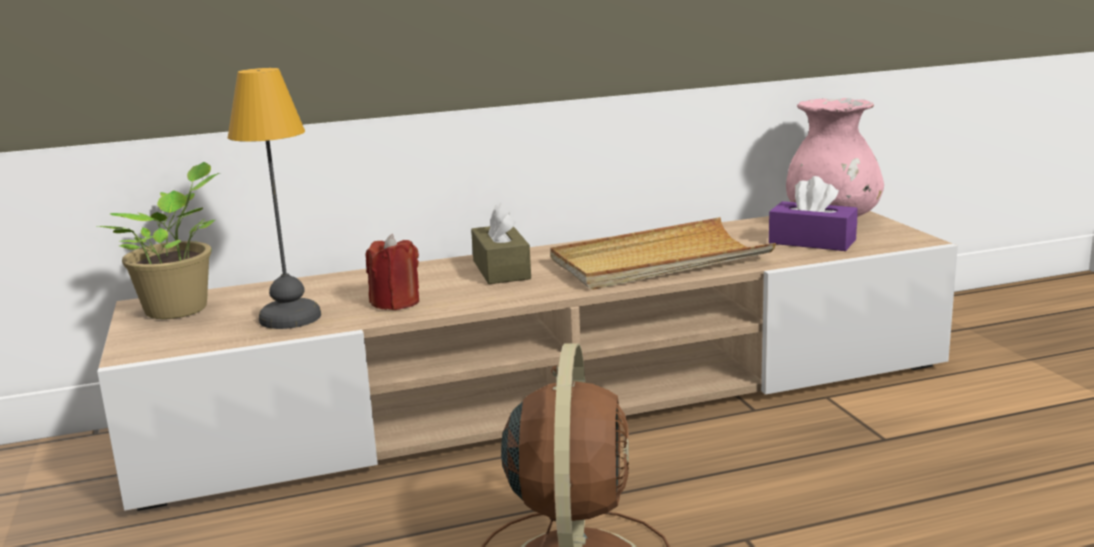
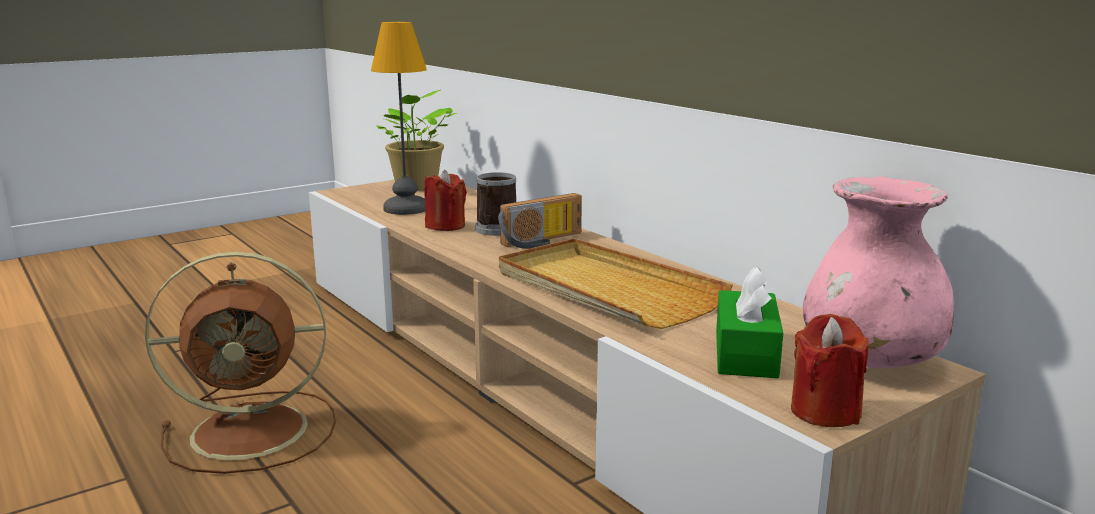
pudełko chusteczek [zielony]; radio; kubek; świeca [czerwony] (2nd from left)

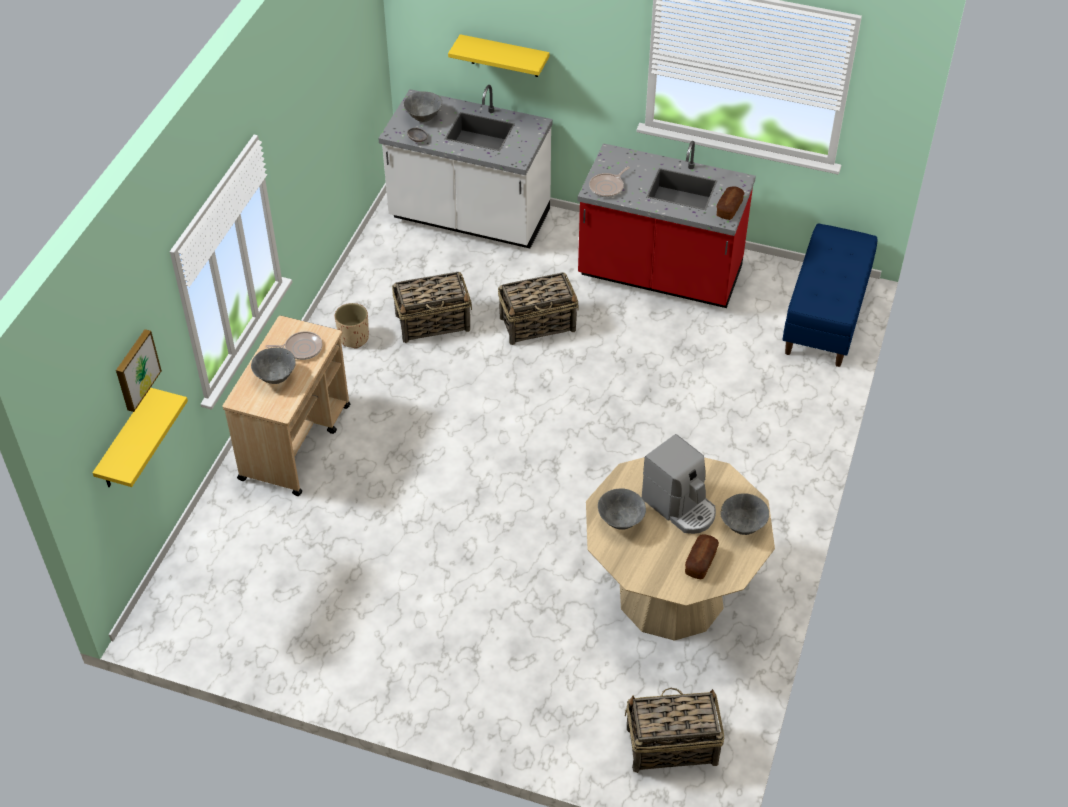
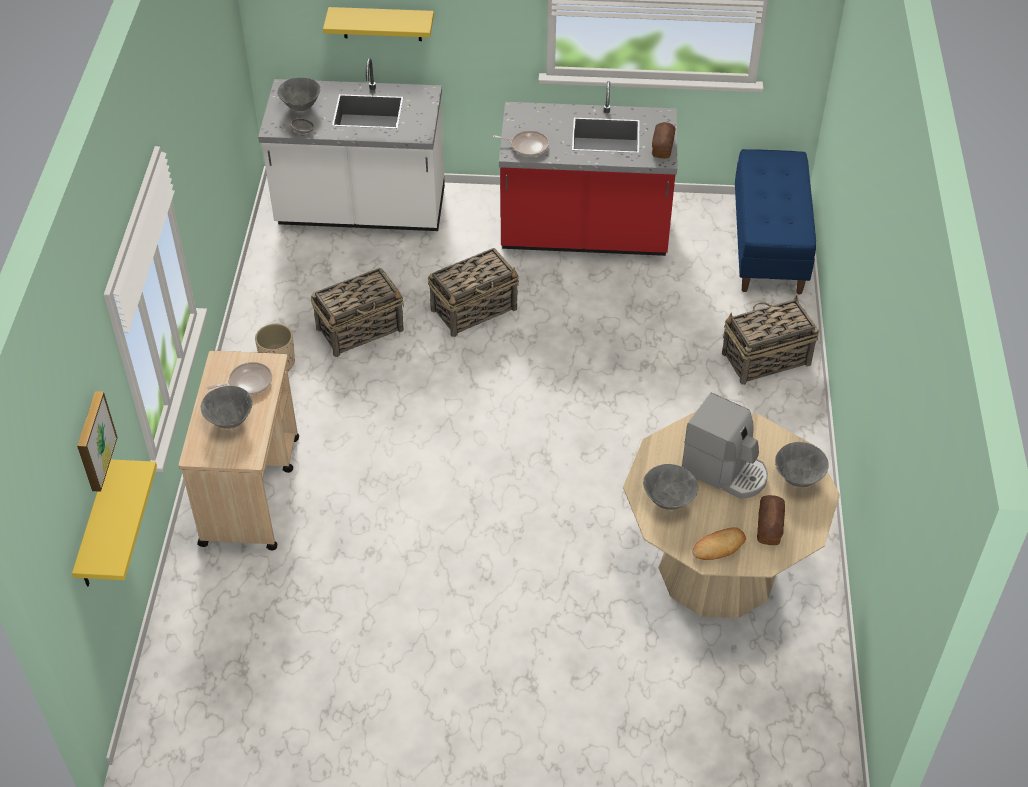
patelnia (2nd from left); koszyk (3rd from left); chleb (2nd from left)

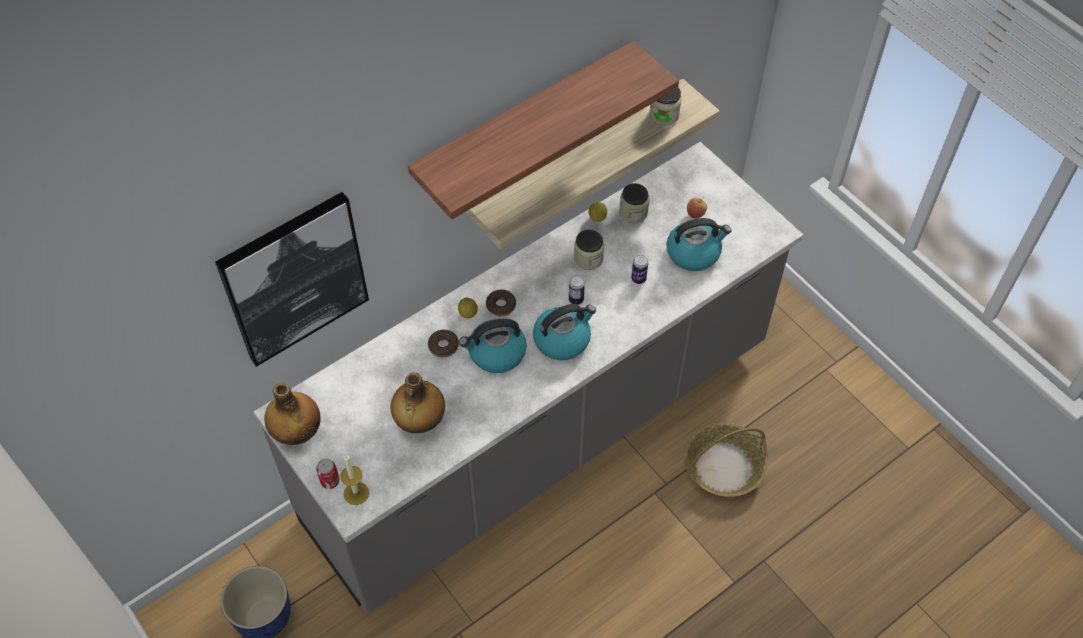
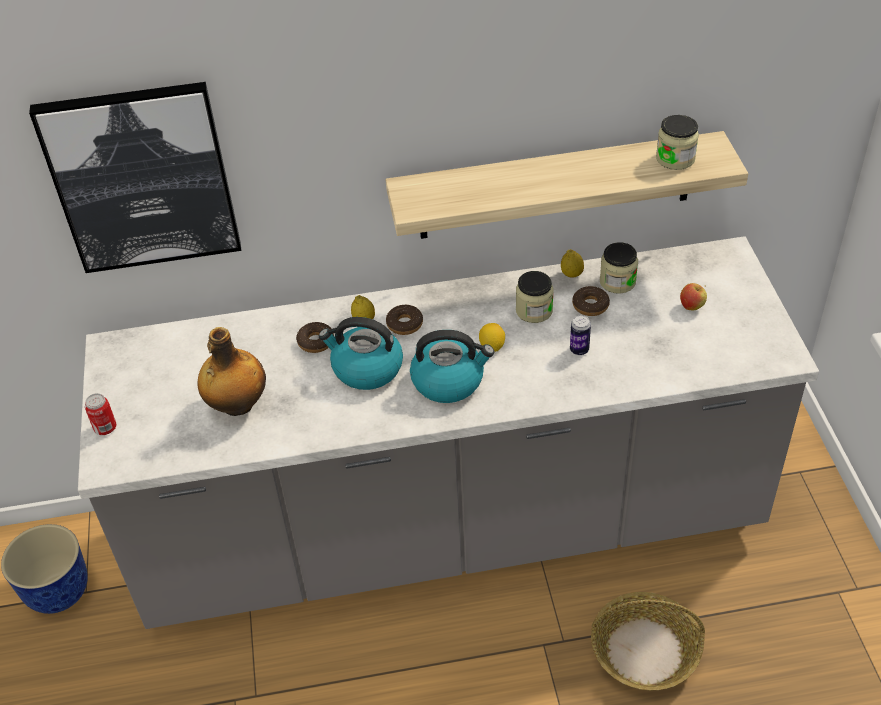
półka (1st from left in the first image); czajnik (3rd from left in the first image); cytryna (2nd from left); butelka (1st from left in the first image); świeca; donut (3rd from left)

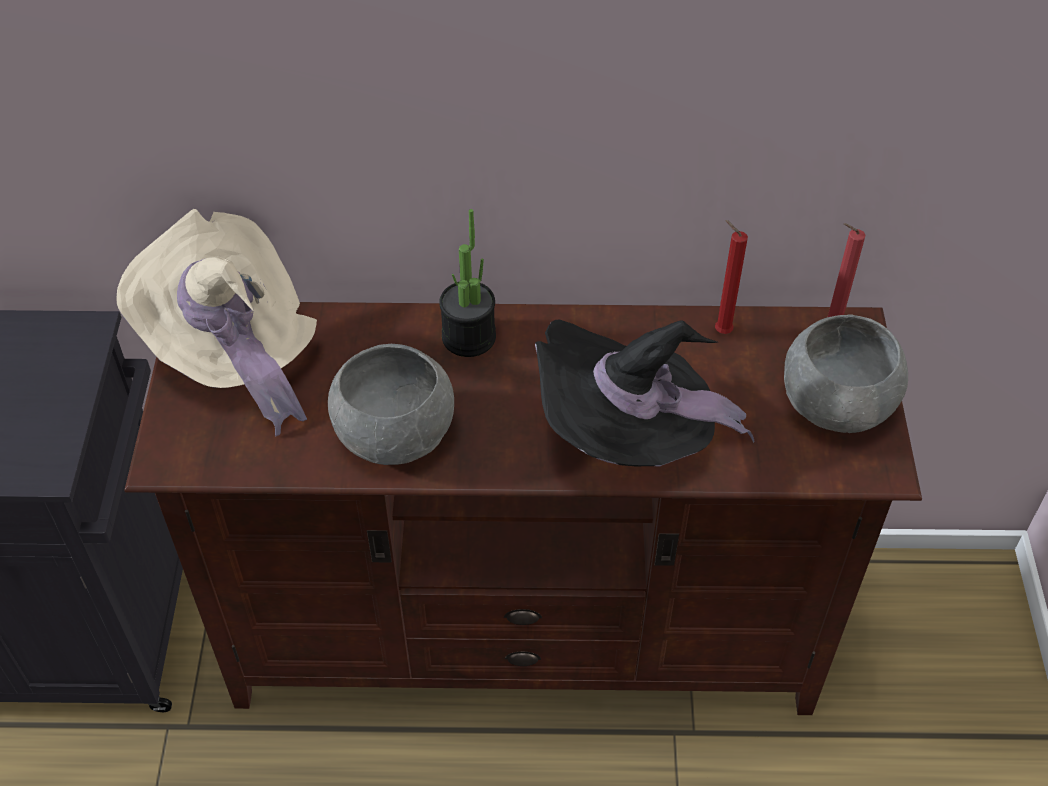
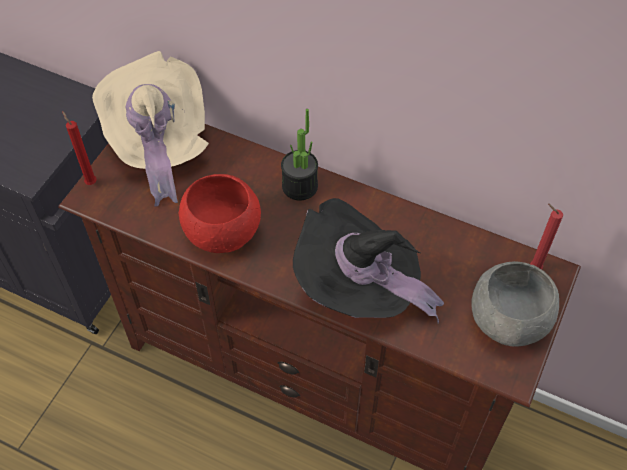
świeca [czerwony] (1st from left); miska [czerwony]

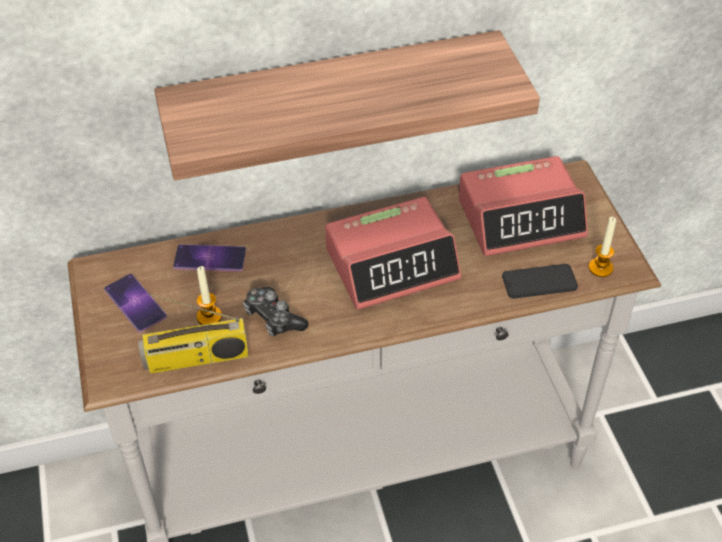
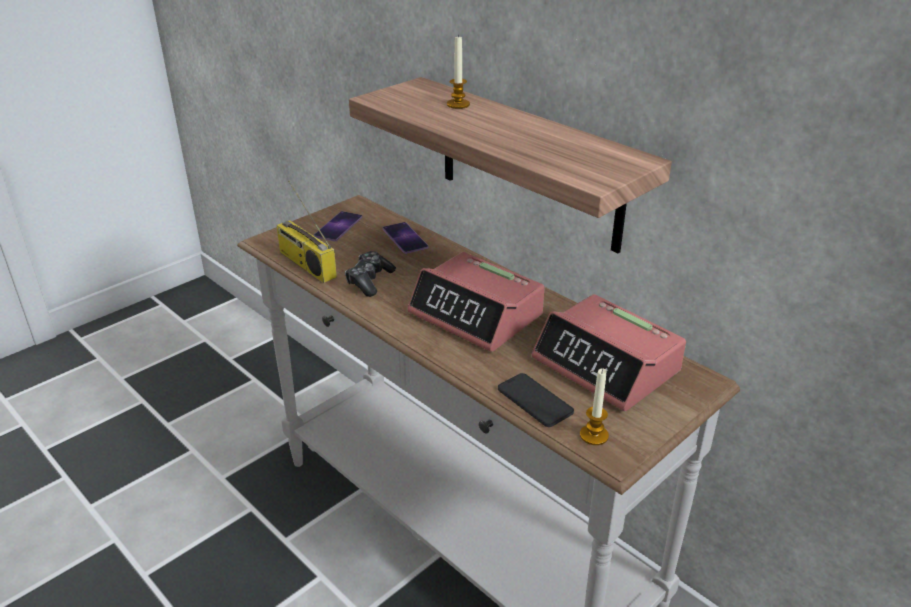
świeca (1st from left)

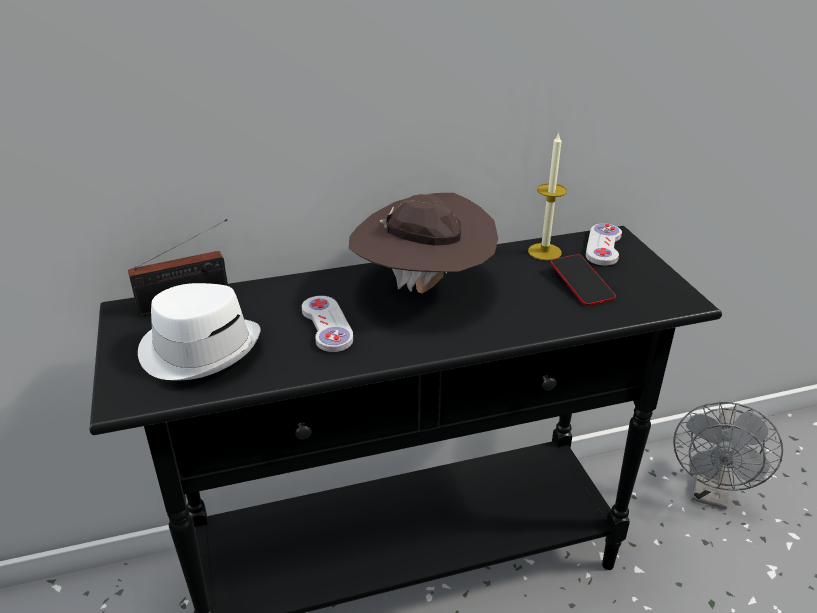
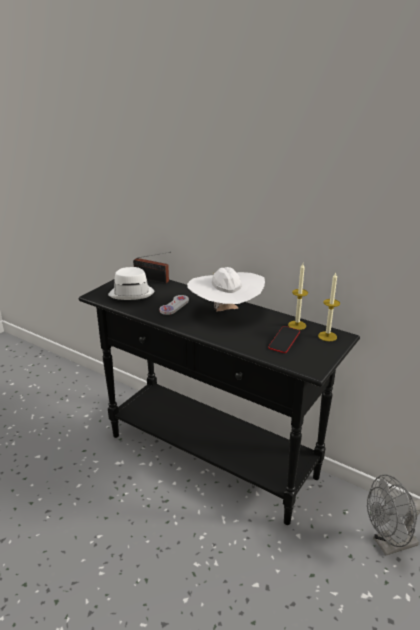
kapelusz [biały] (2nd from left); świeca (2nd from left)

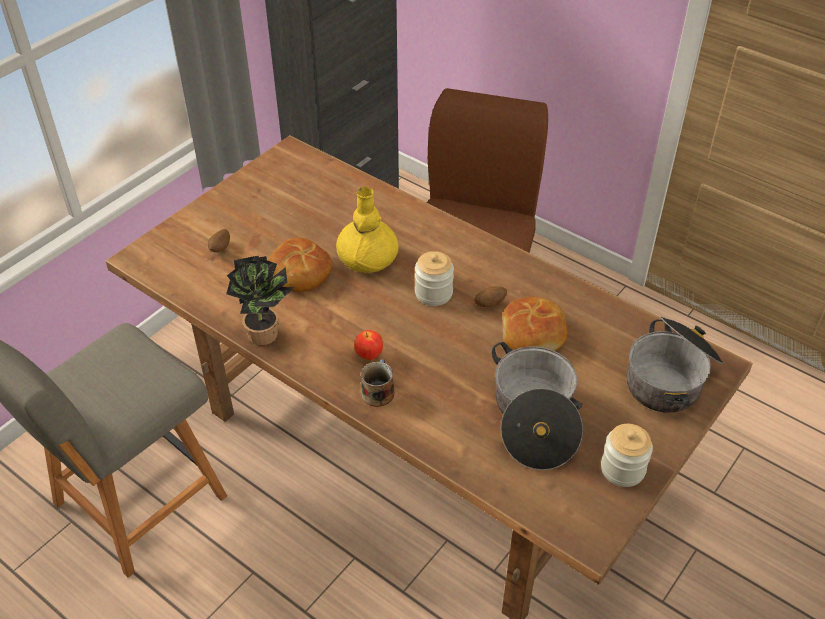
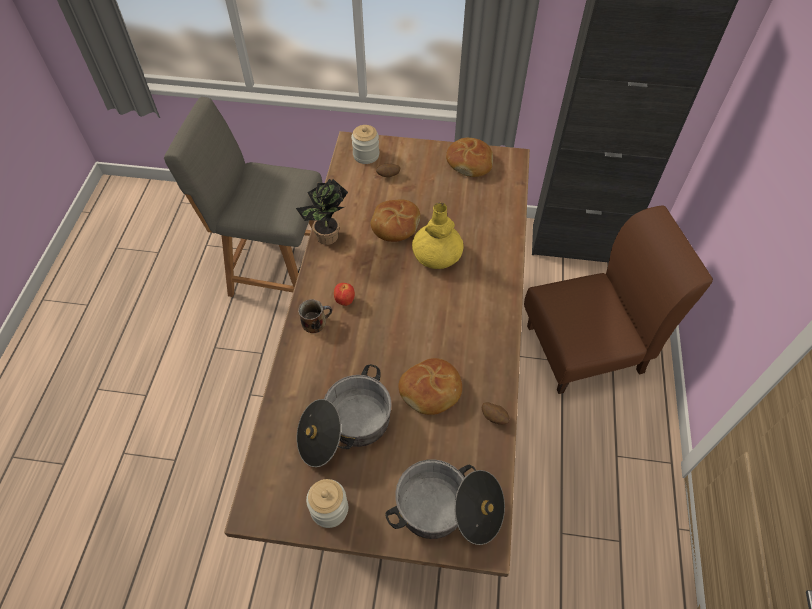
słoik (2nd from left); ziemniak (2nd from left); chleb (3rd from left)

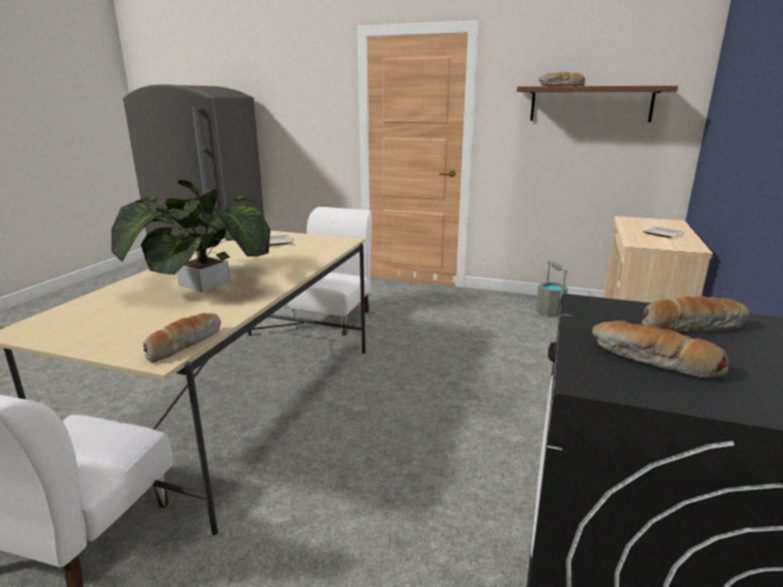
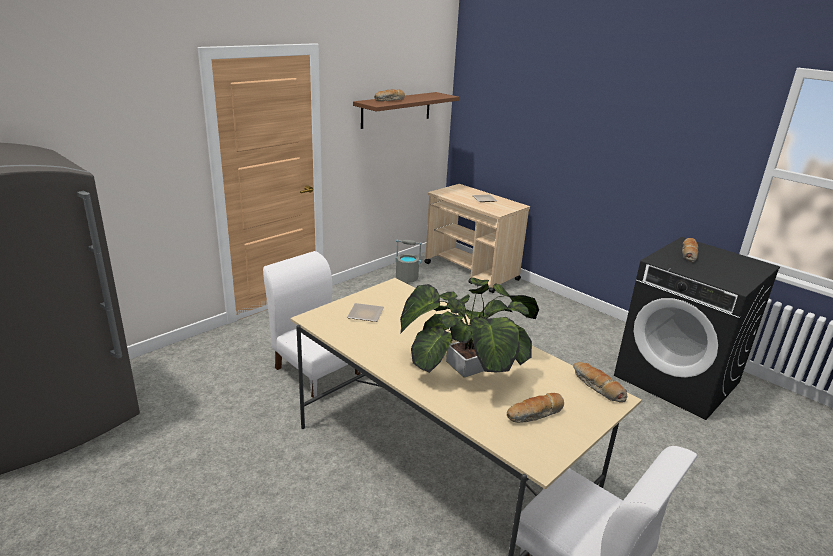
chleb (2nd from left)

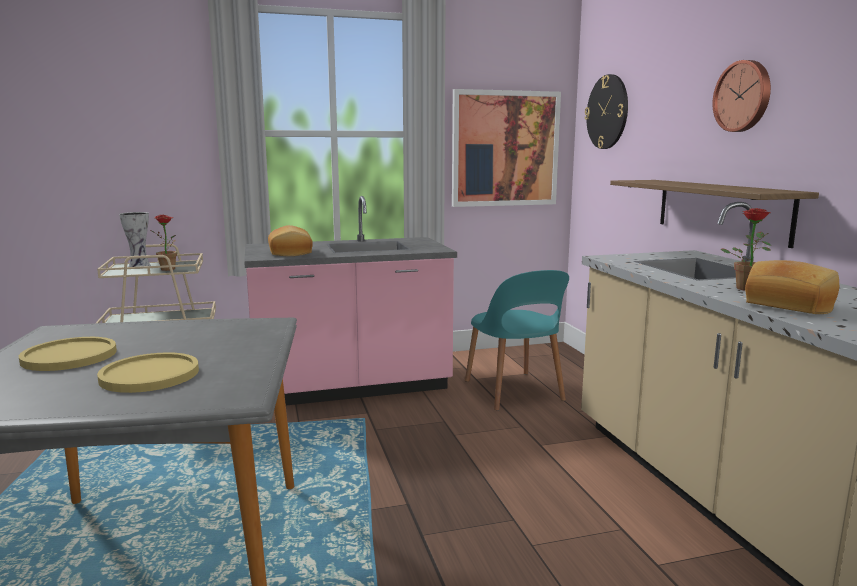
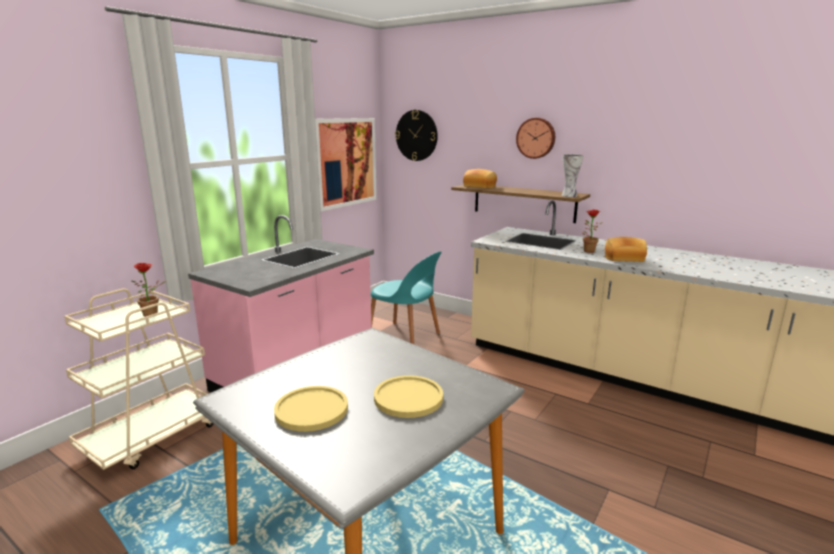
wazon; chleb (1st from left)

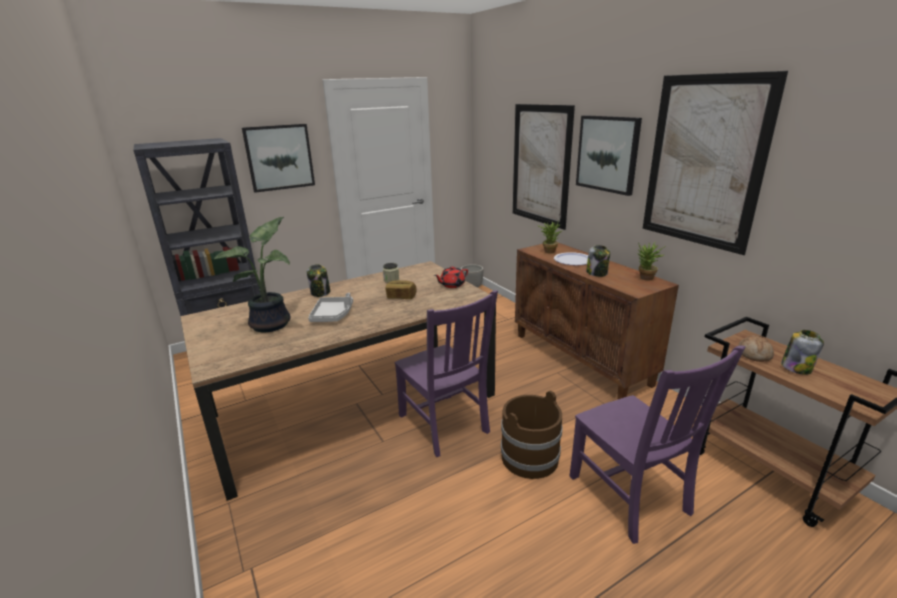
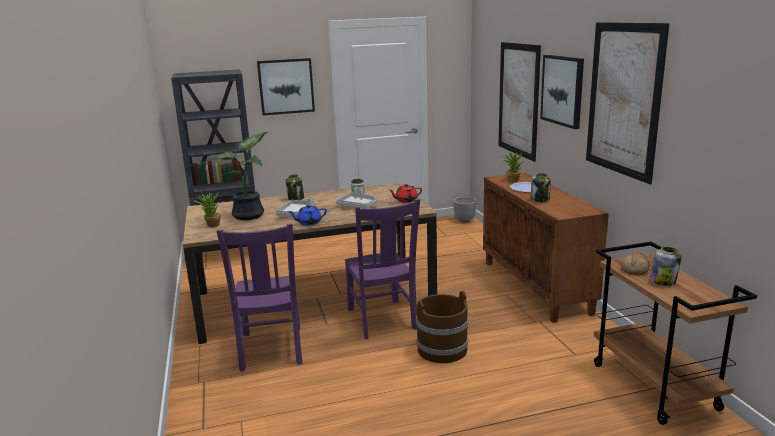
roślina doniczkowa (1st from left); taca [szary] (2nd from left); krzesło [fioletowy] (1st from left); imbryk [niebieski]

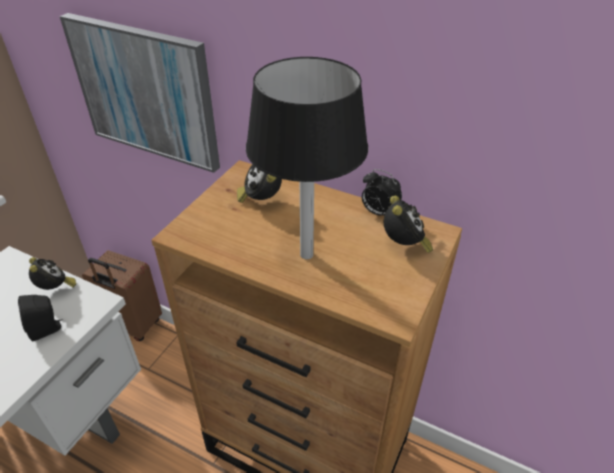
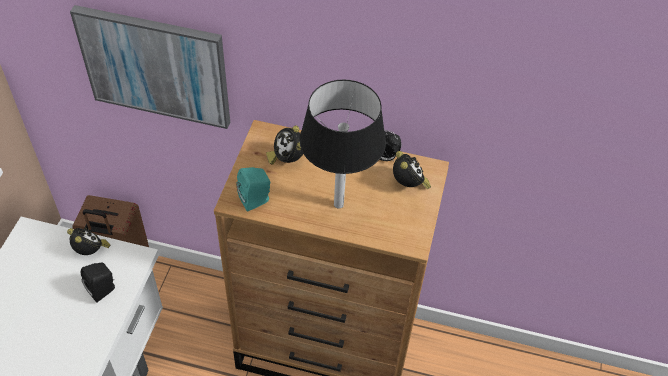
głośnik [turkusowy]

